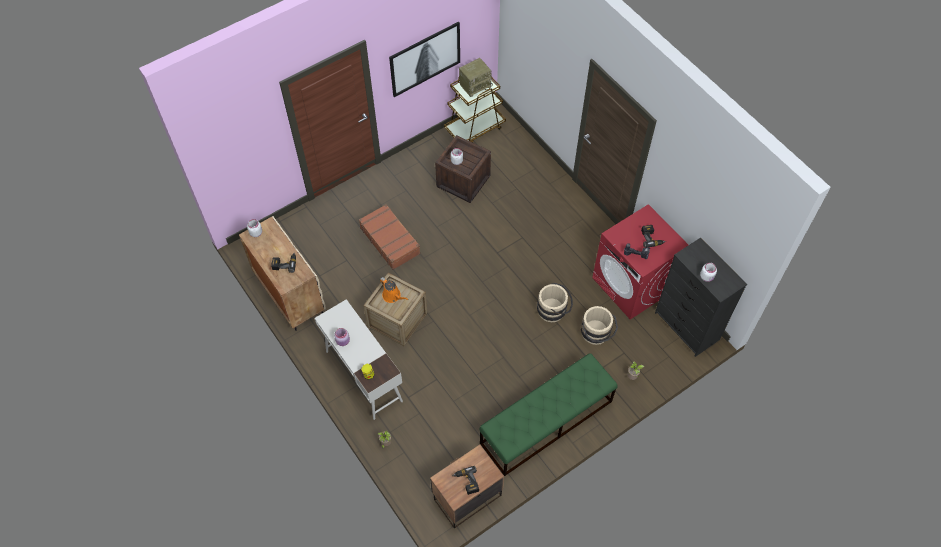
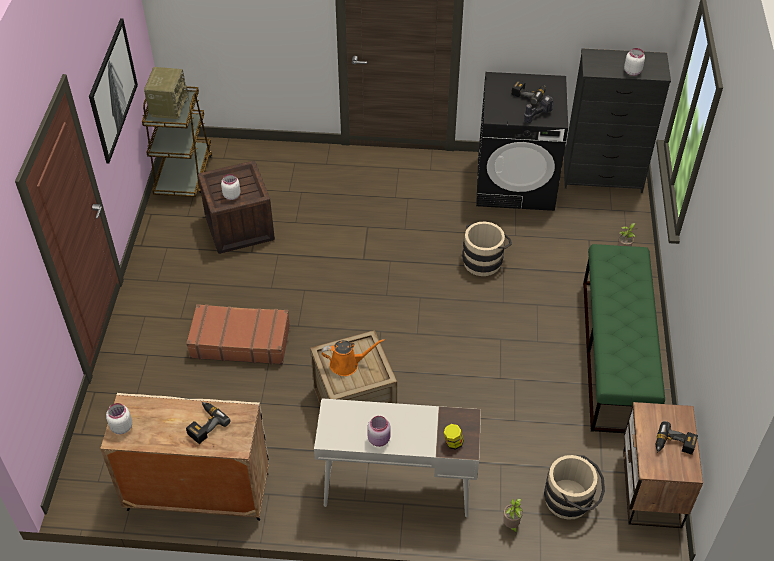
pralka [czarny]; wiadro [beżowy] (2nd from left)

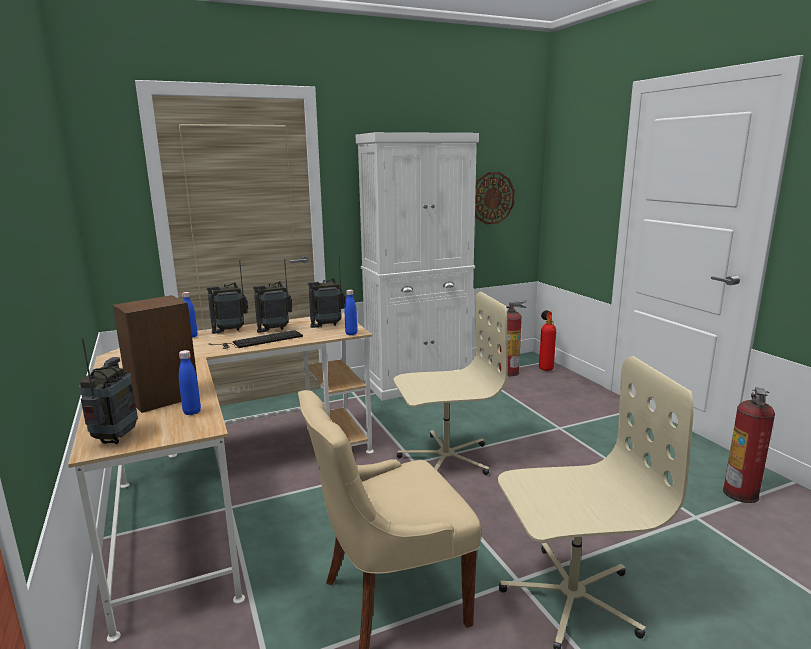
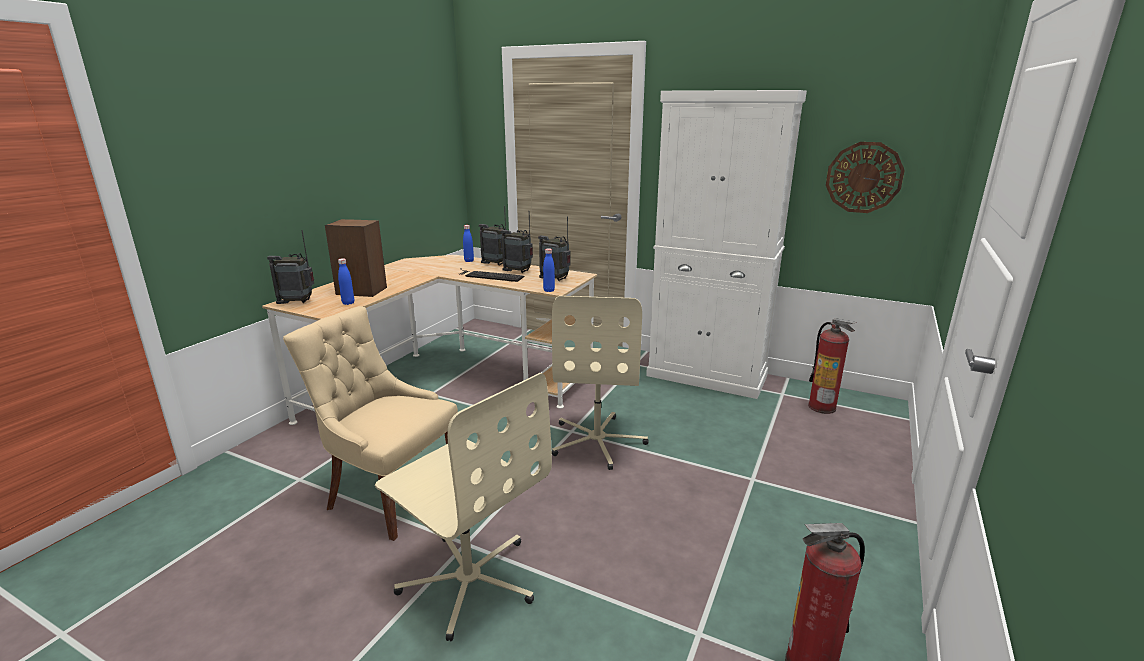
krzesło biurowe [beżowy] (2nd from left); gaśnica (2nd from left in the first image); radio (1st from left)

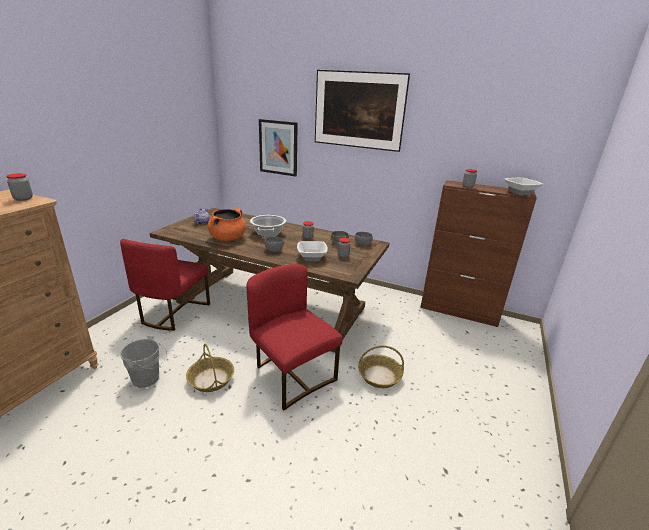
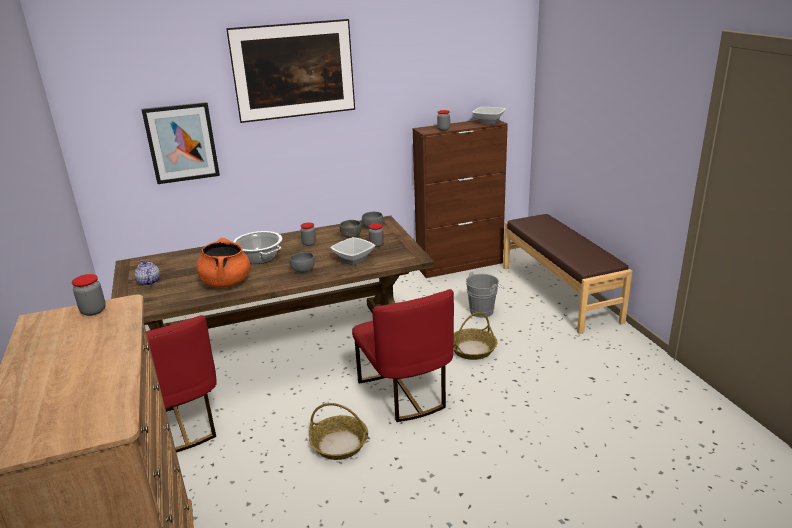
krzesło [czerwony] (2nd from left); wiadro [szary]; ławka [brązowy]

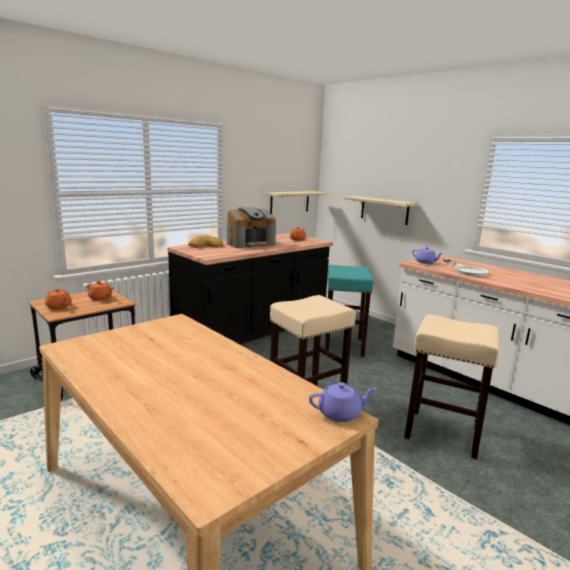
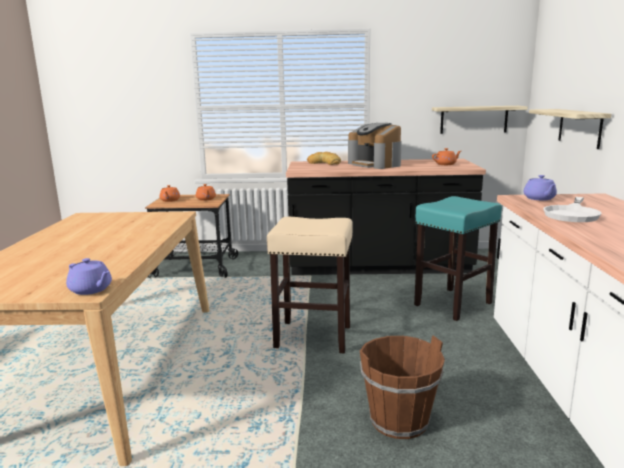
ekspres do kawy; wiadro [brązowy]

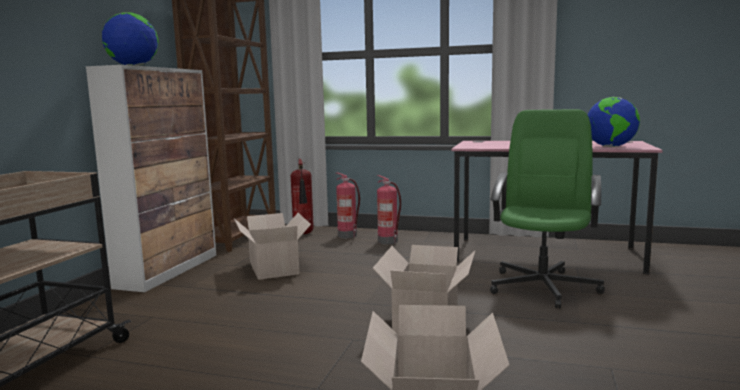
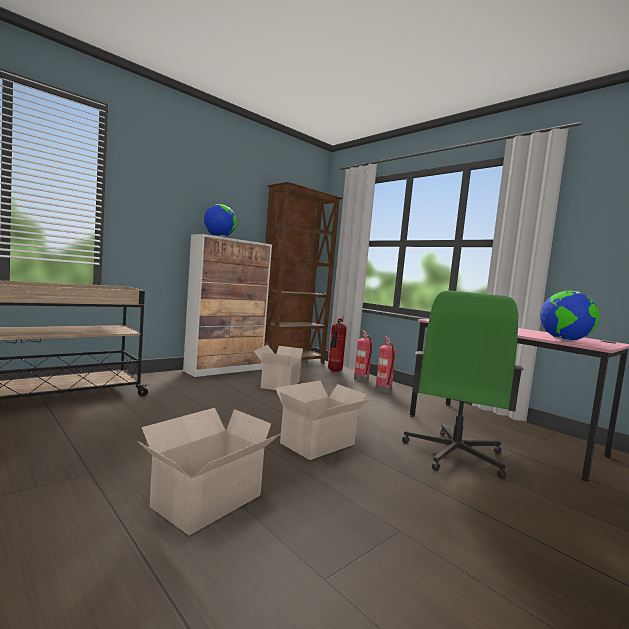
krzesło biurowe [zielony]

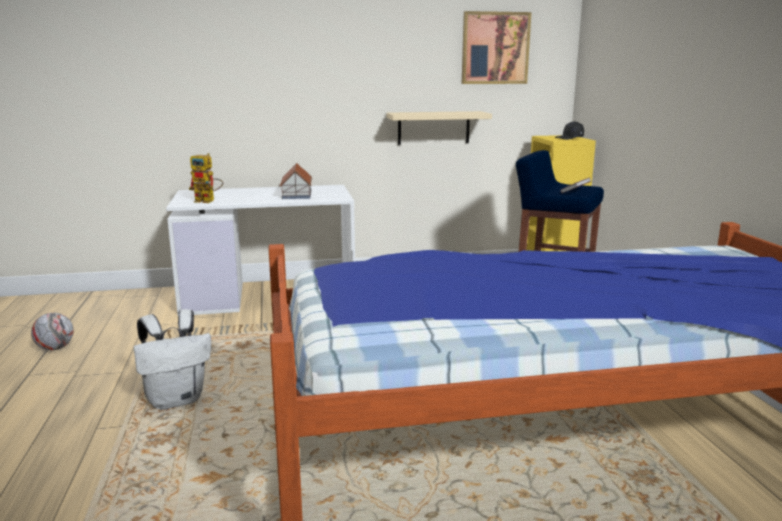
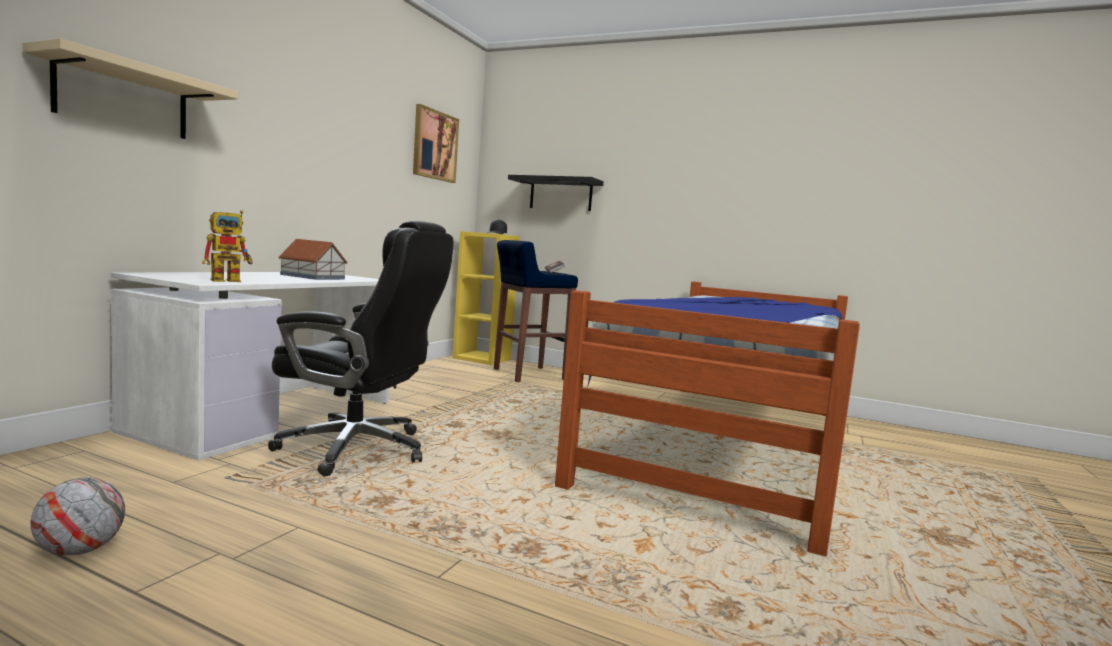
półka [beżowy]; plecak [biały]; półka [czarny]; krzesło biurowe [czarny]

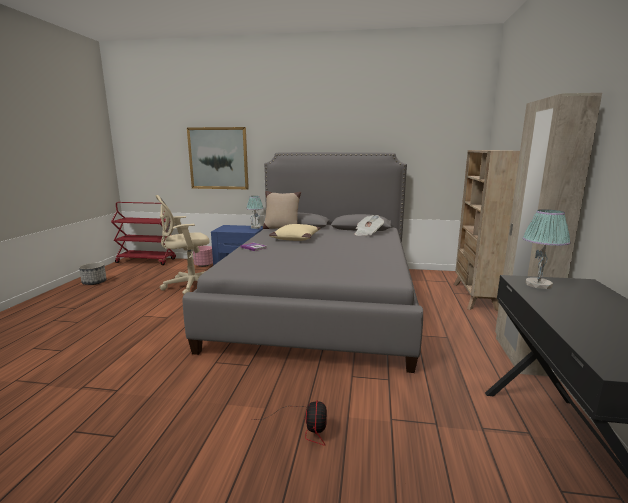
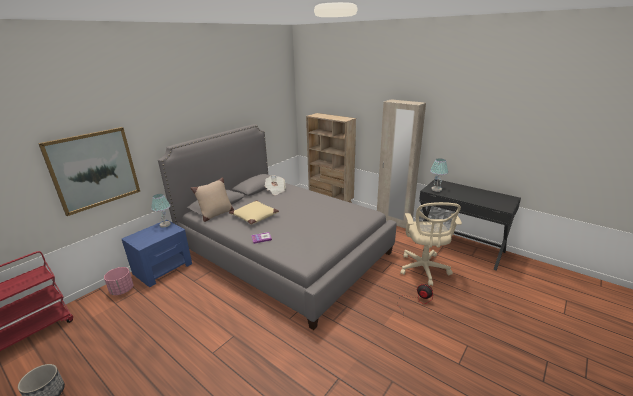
krzesło biurowe [beżowy]

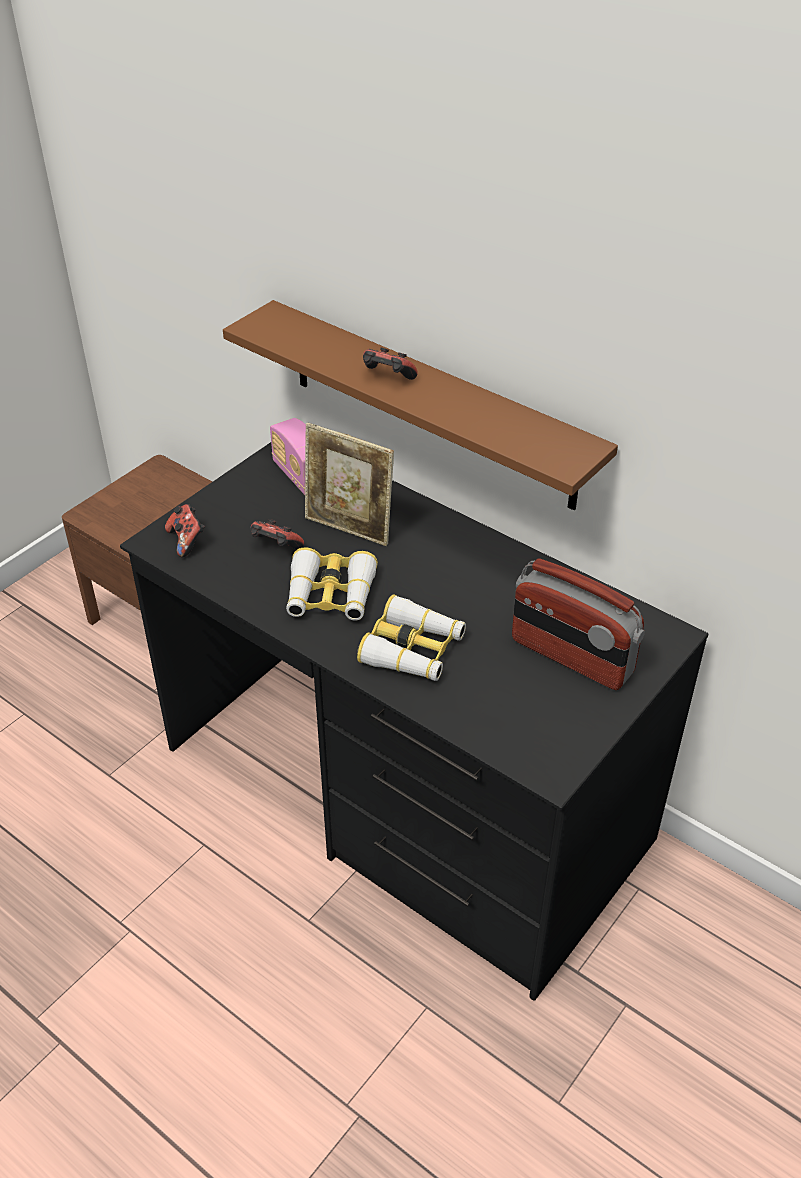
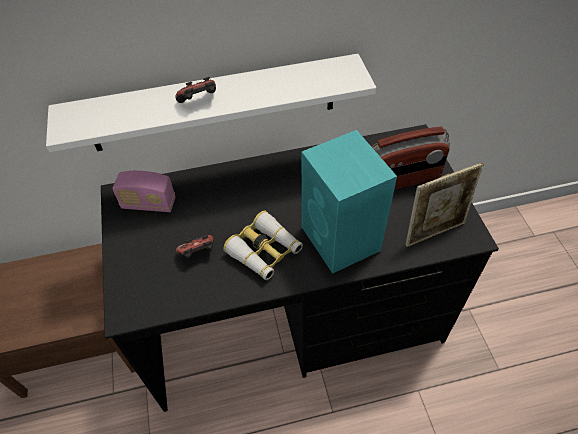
półka [biały]; ramka na zdjęcie; pad do gier (1st from left in the first image); głośnik [turkusowy]

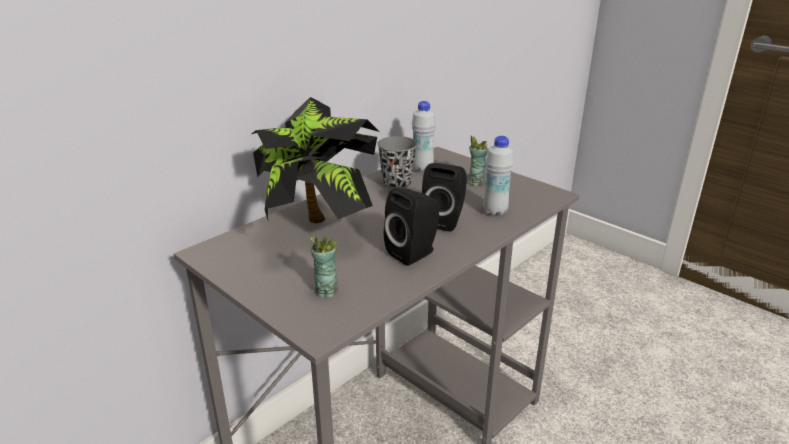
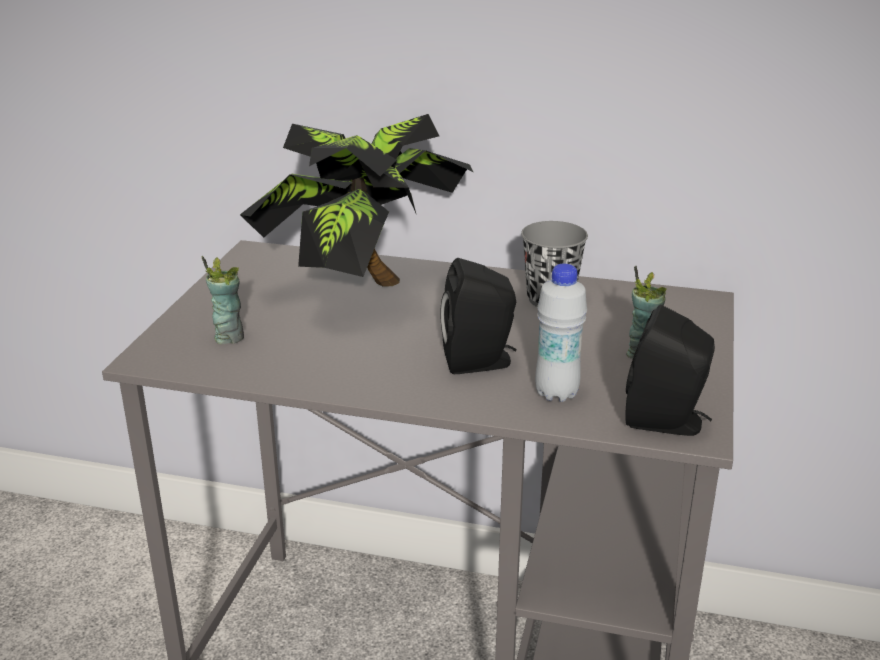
butelka [biały] (1st from left in the first image); głośnik [czarny] (2nd from left)

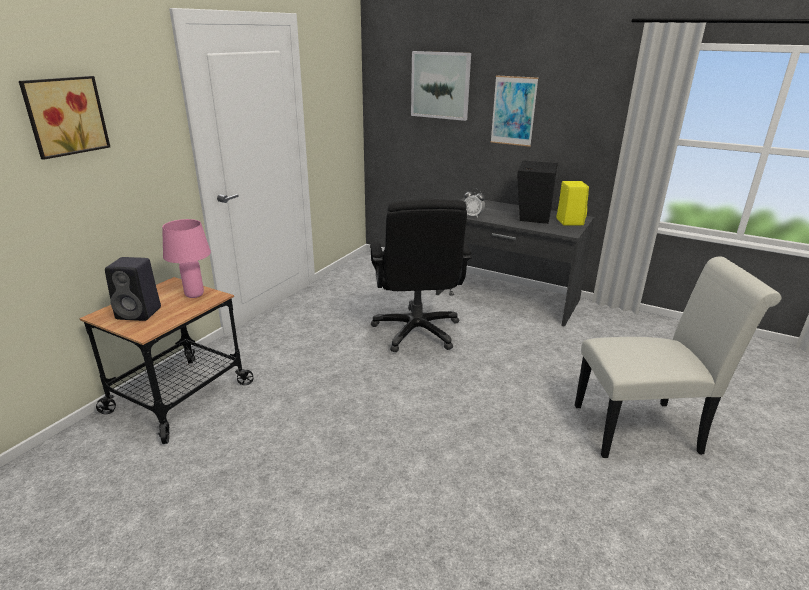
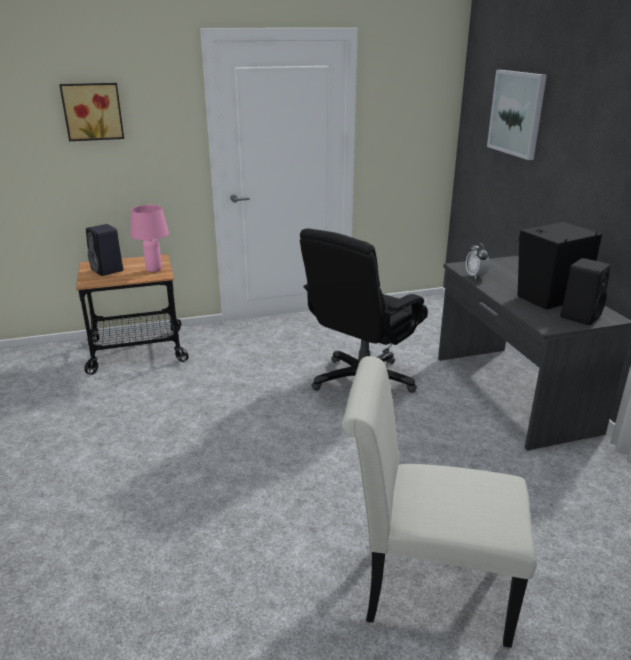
obraz (3rd from left in the first image); głośnik [czarny] (3rd from left); krzesło [biały]

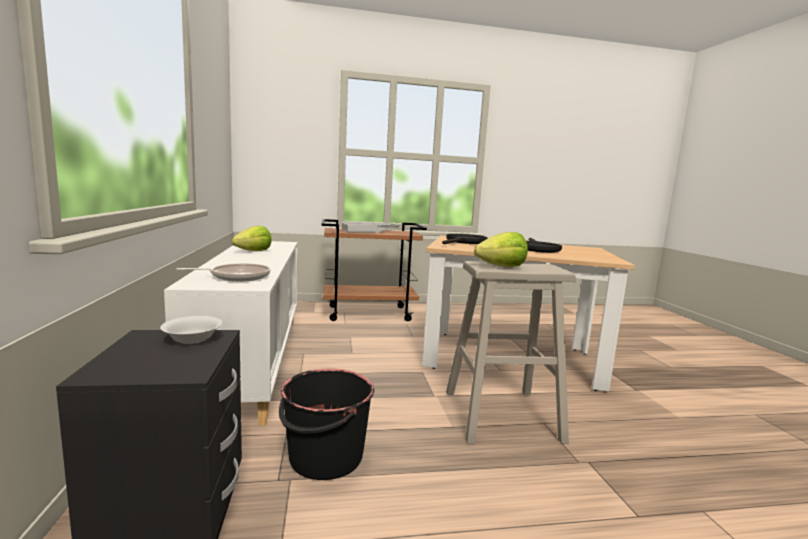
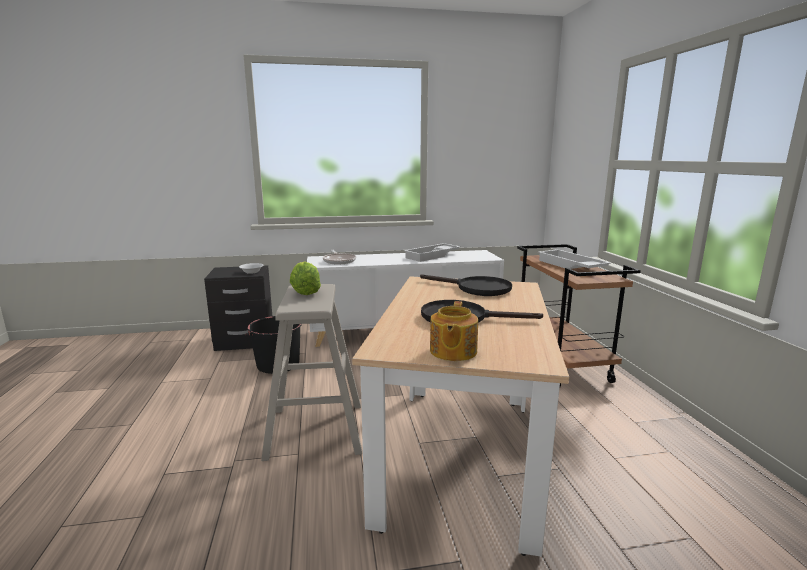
taca [biały] (1st from left); imbryk

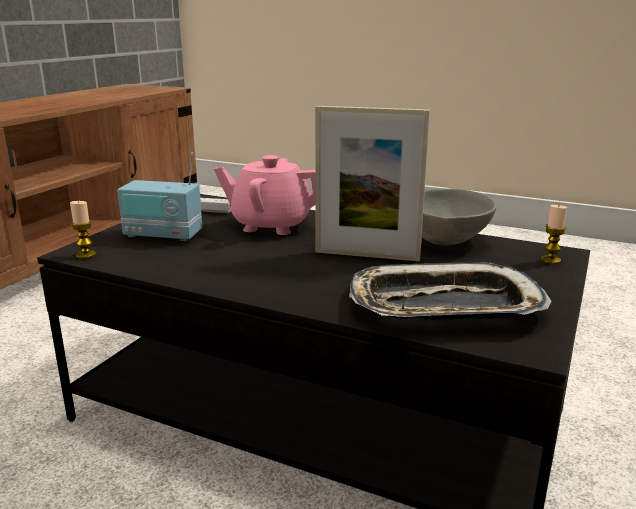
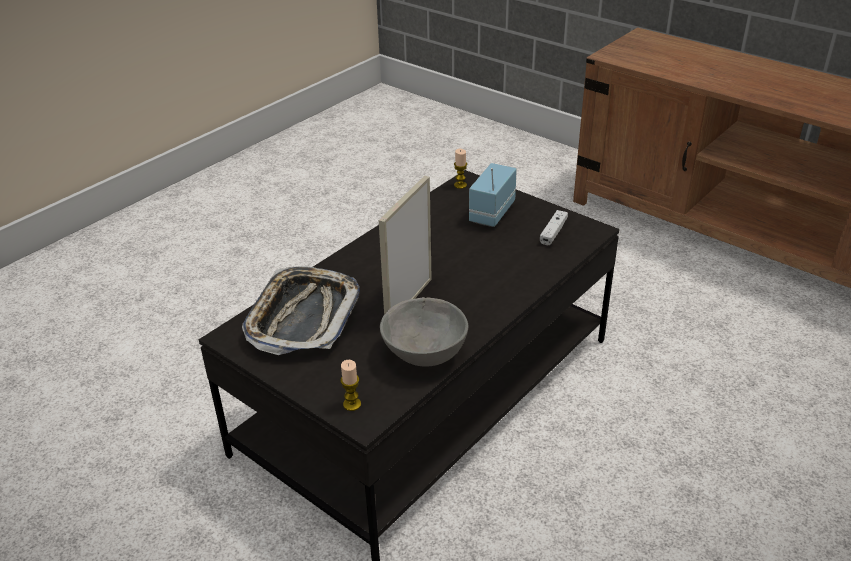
imbryk [różowy]

